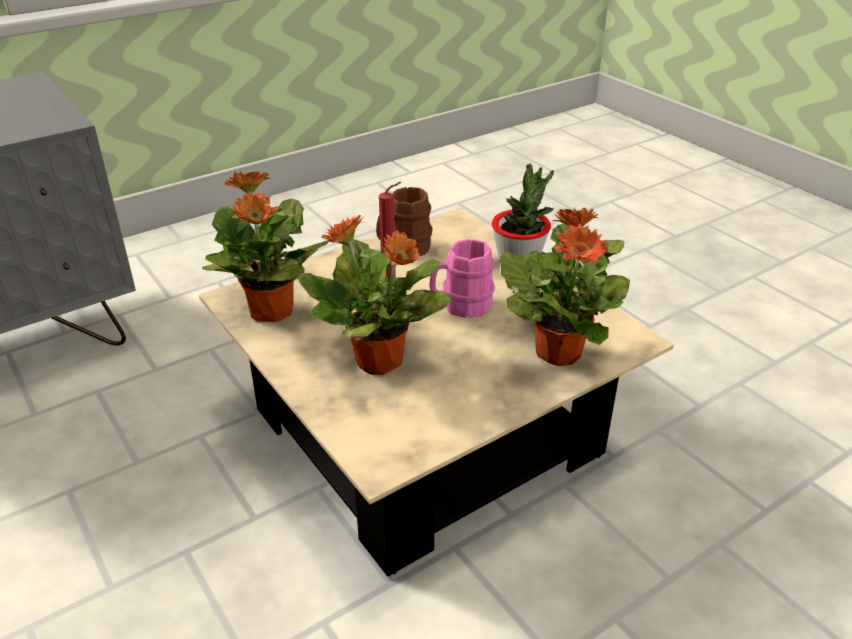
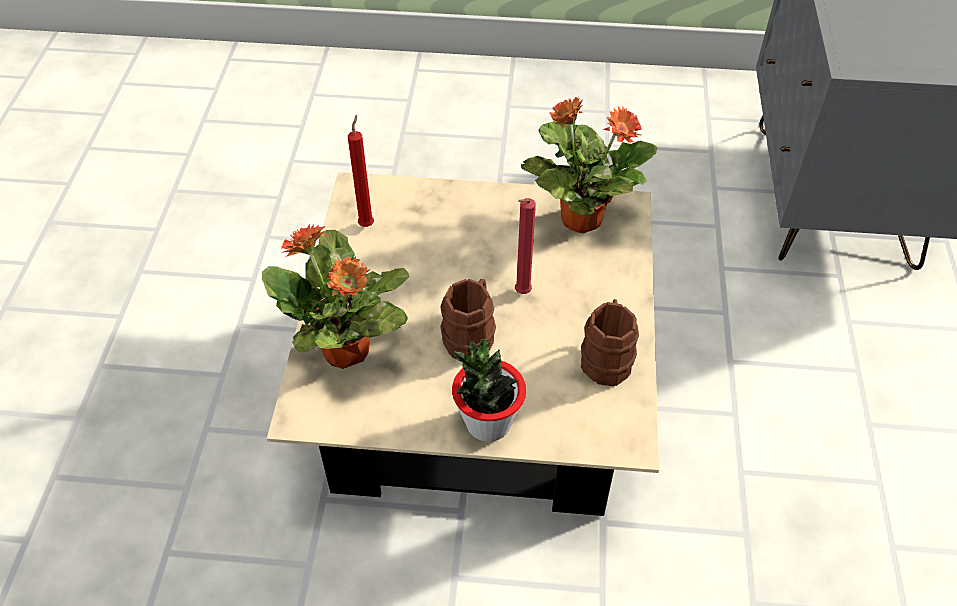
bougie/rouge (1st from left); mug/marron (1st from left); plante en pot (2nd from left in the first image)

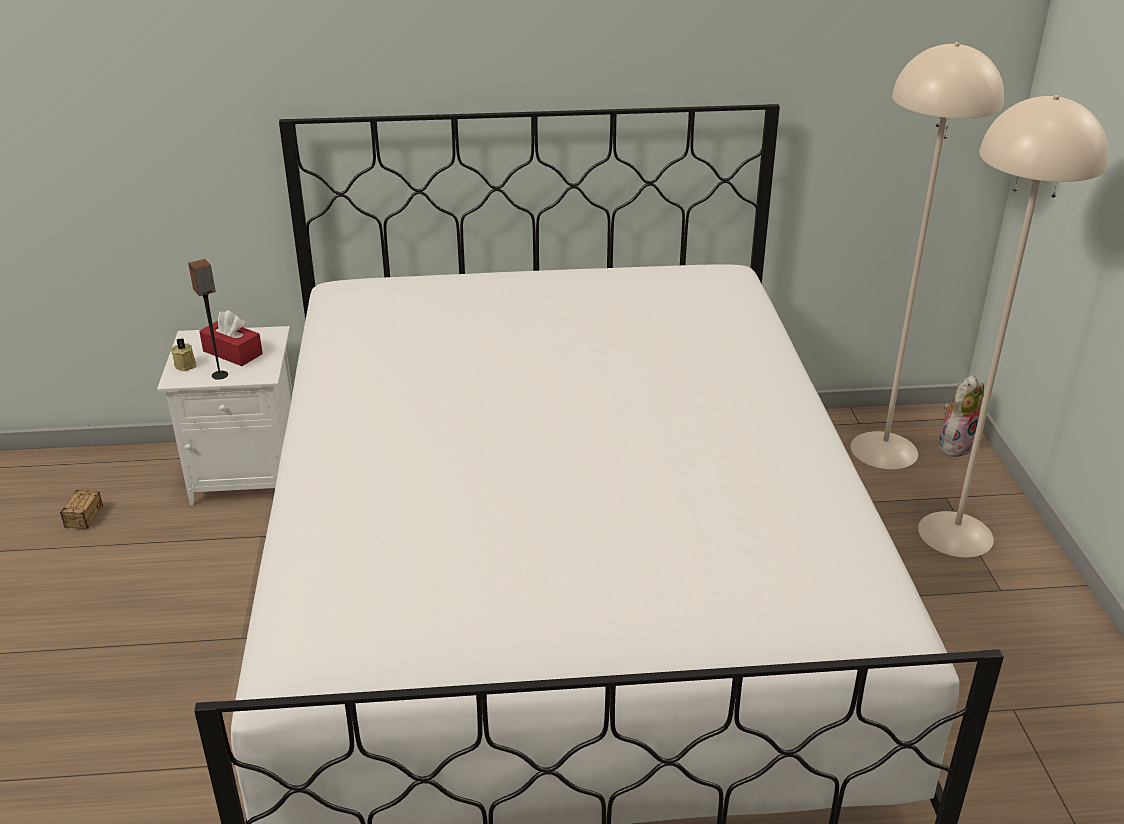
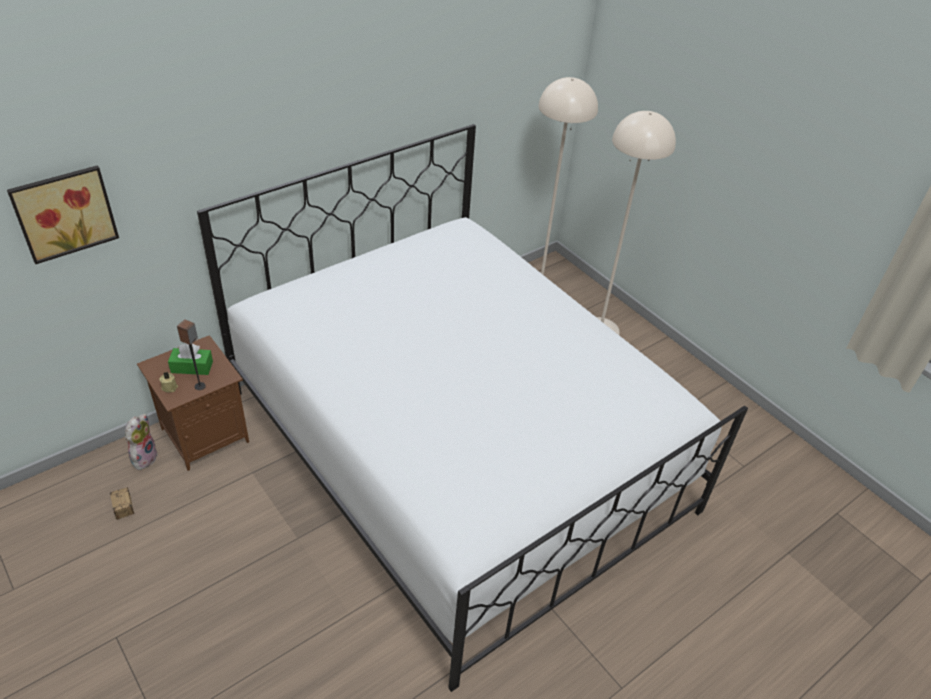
tableau; peluche; table de chevet/marron; boîte à mouchoirs/vert

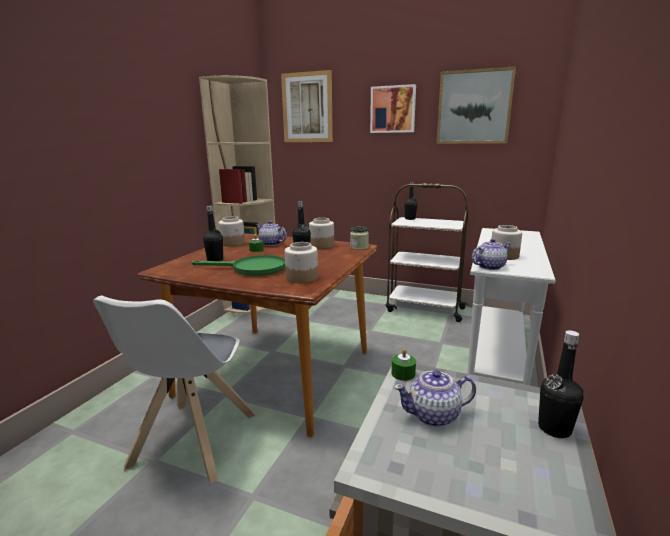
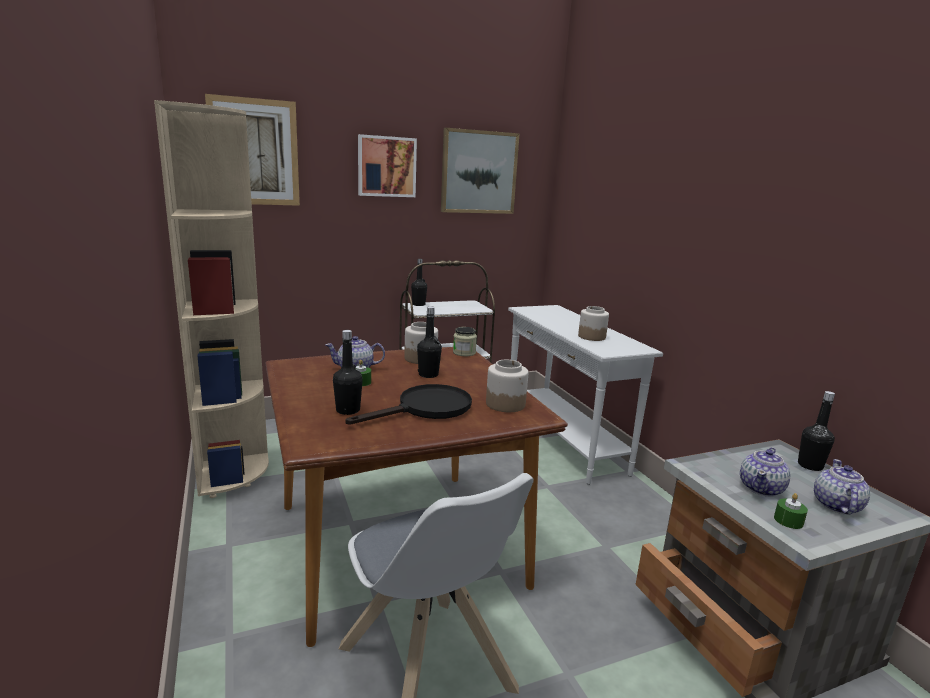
poêle/noir; bougie/vert (2nd from left); théière (3rd from left); bocal (1st from left in the first image)

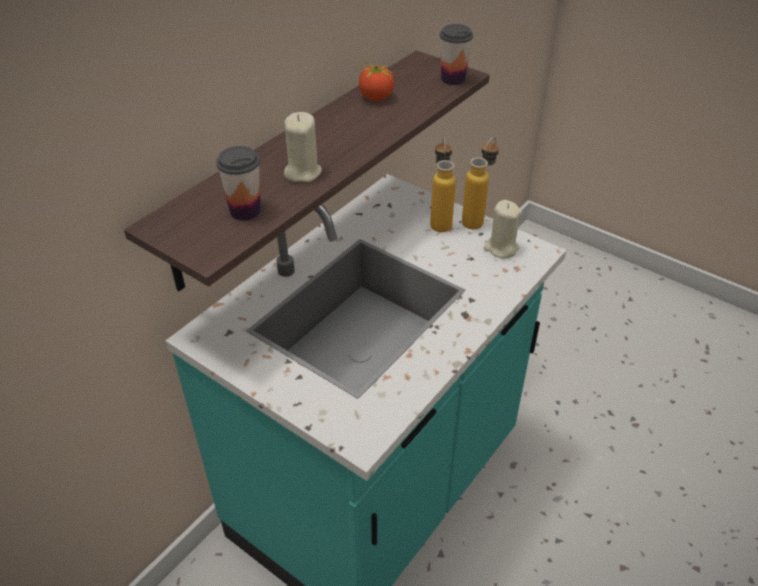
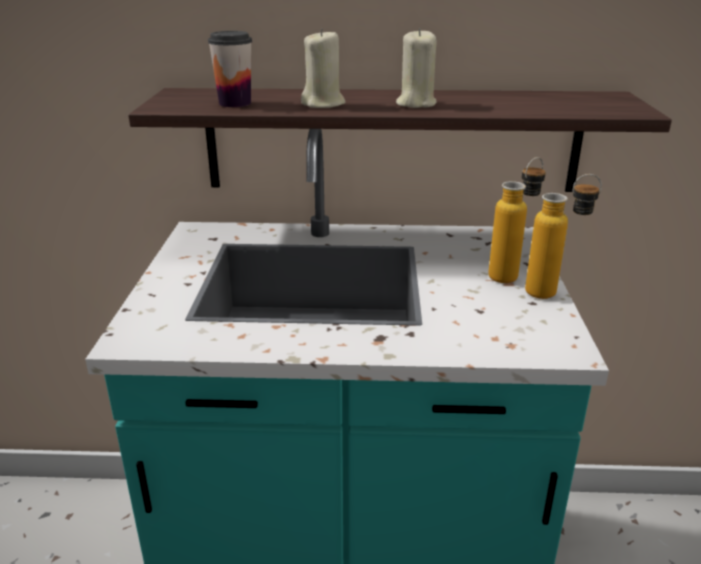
bougie/beige (2nd from left); tomate; tasse (2nd from left in the first image)

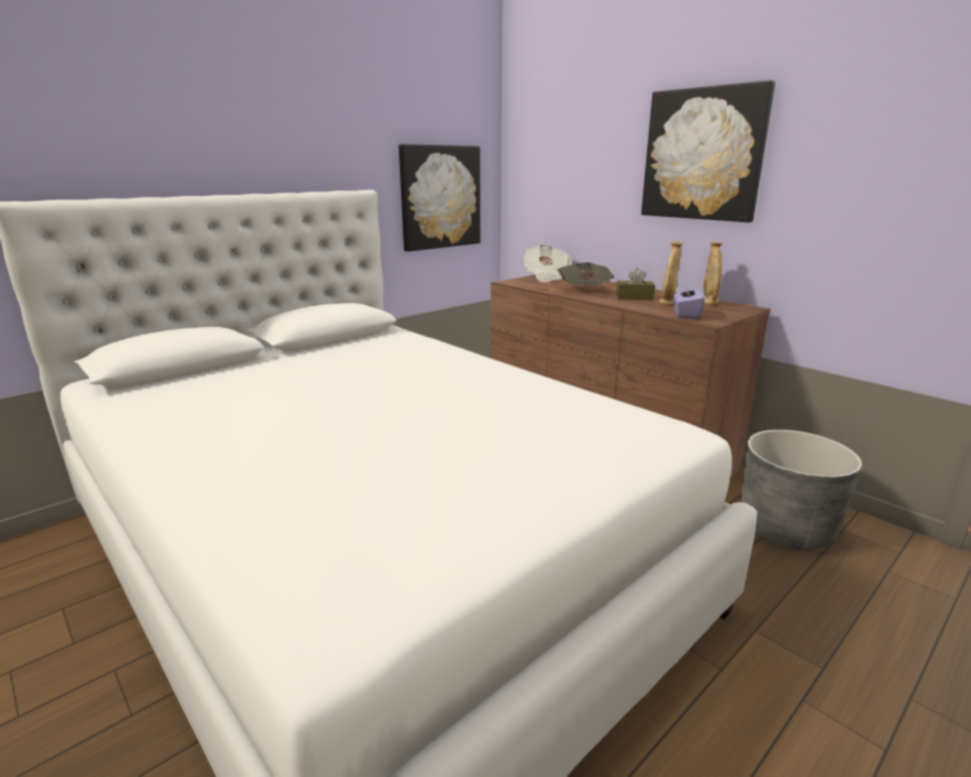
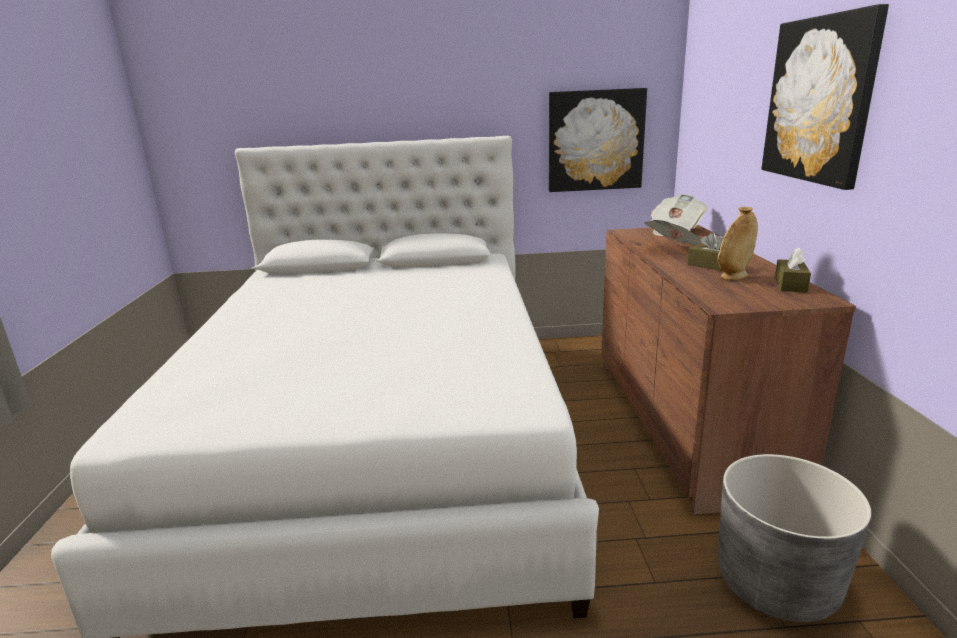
boîte à mouchoirs/marron (2nd from left); boîte à mouchoirs/violet

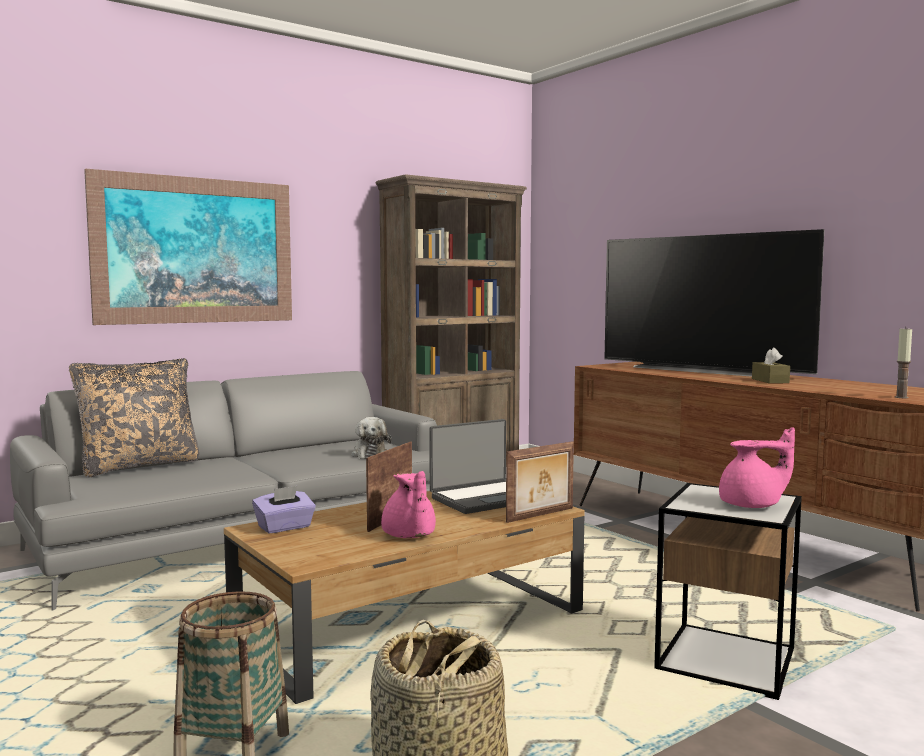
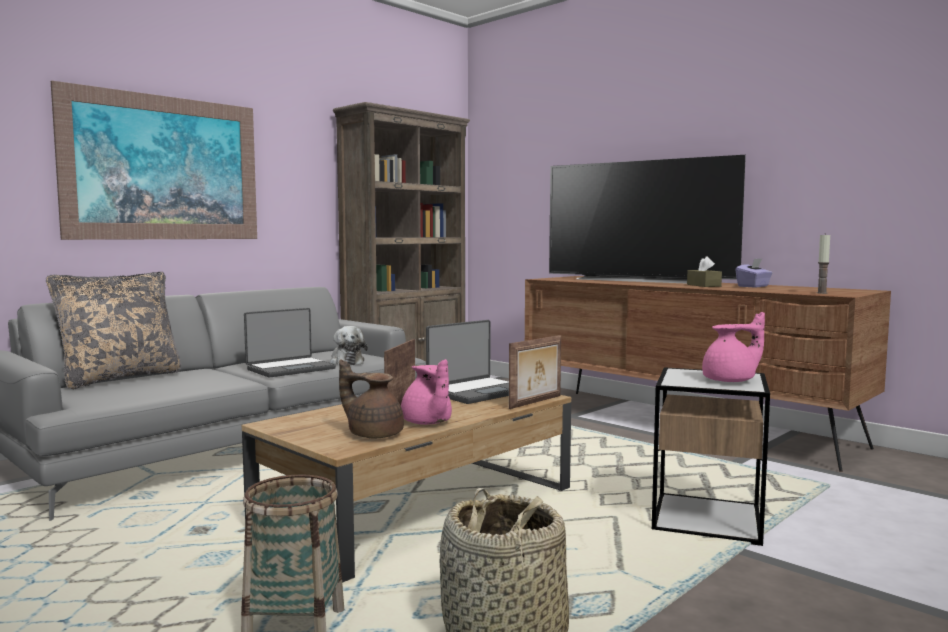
ordinateur portable (1st from left); théière/marron; boîte à mouchoirs/violet

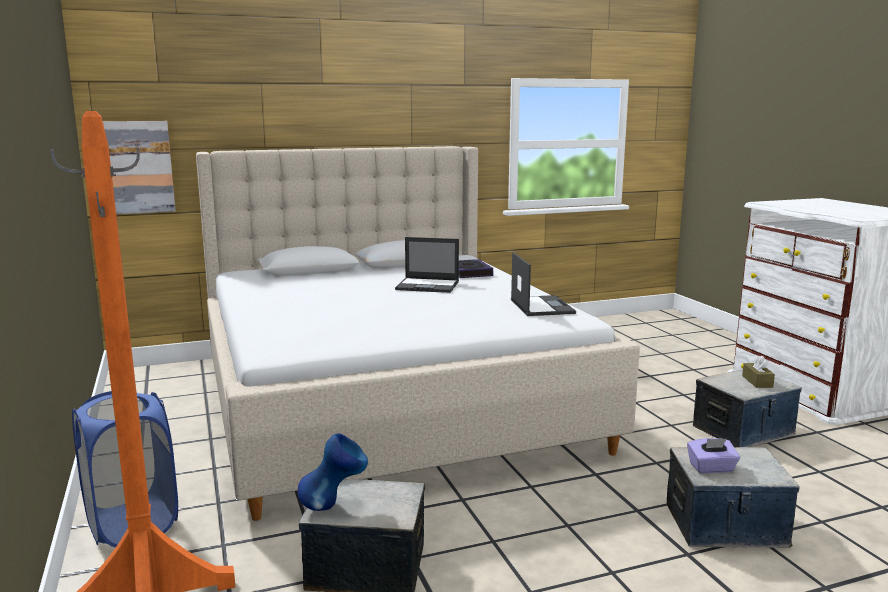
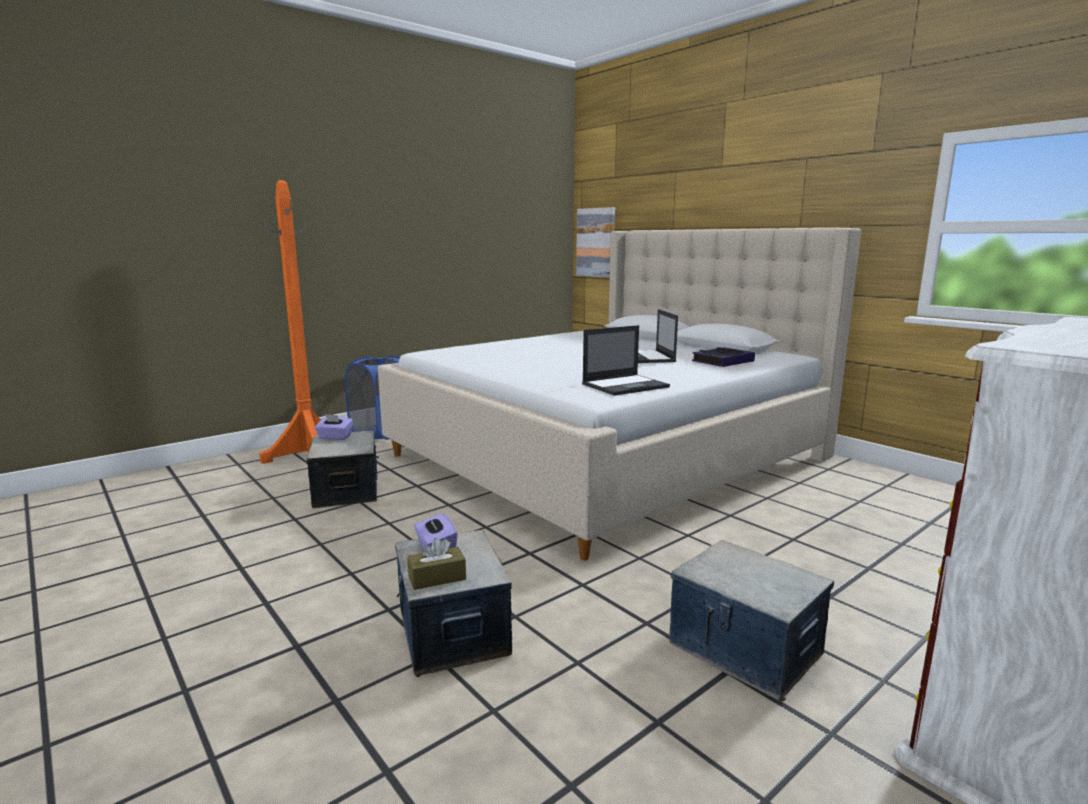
boîte à mouchoirs/violet (1st from left); boîte à mouchoirs/marron

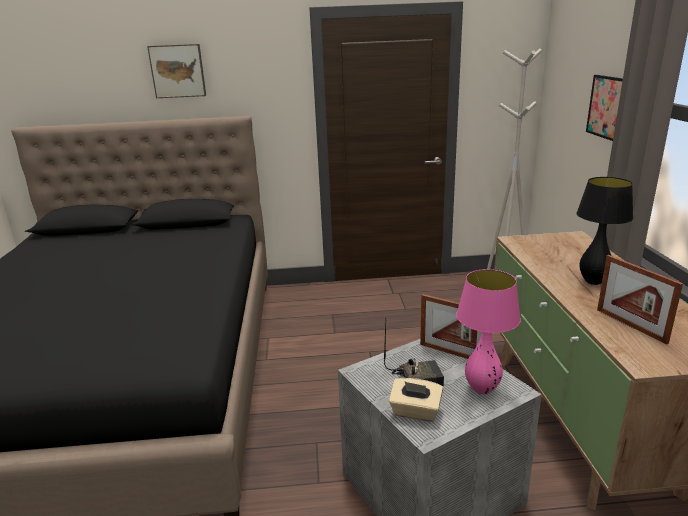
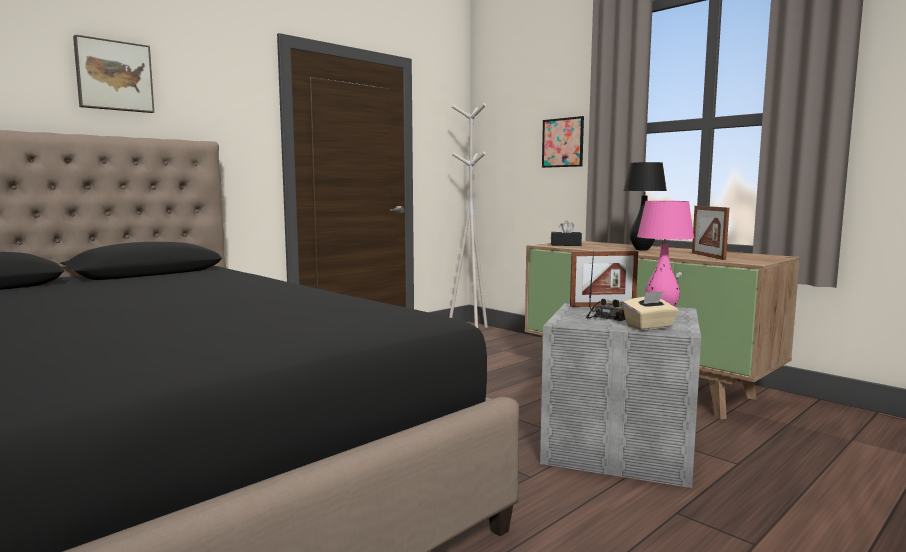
boîte à mouchoirs/noir; cadre photo (2nd from left)

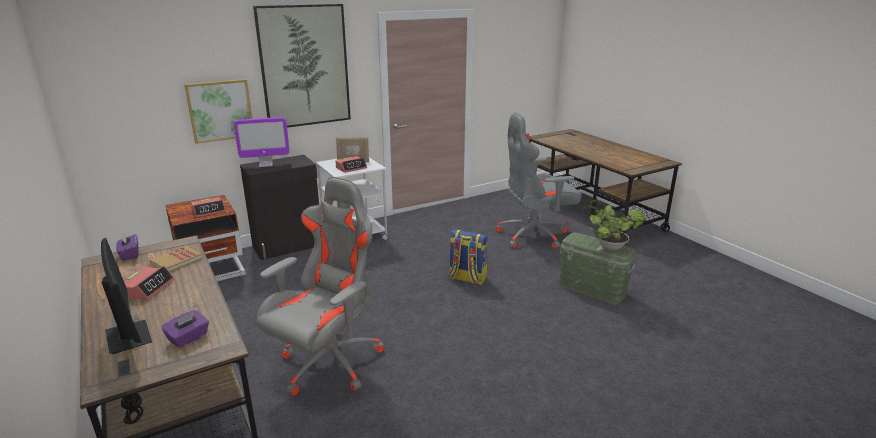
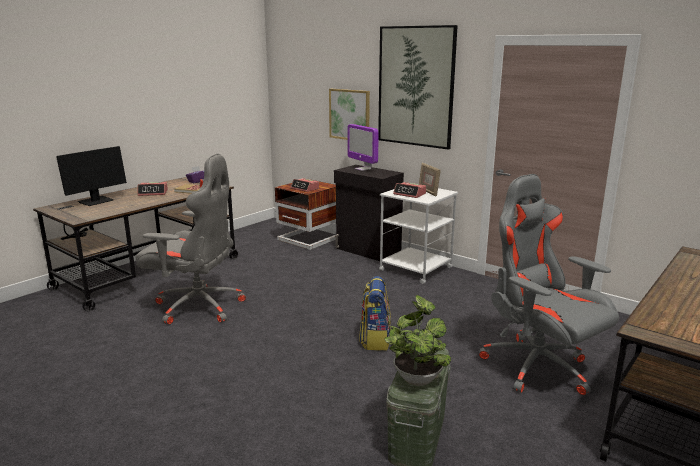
boîte à mouchoirs/violet (2nd from left in the first image)

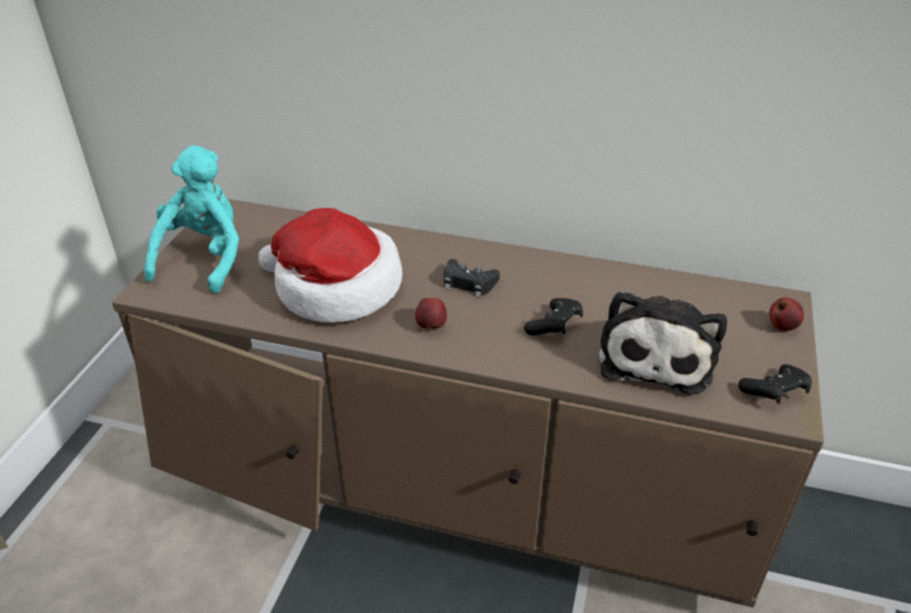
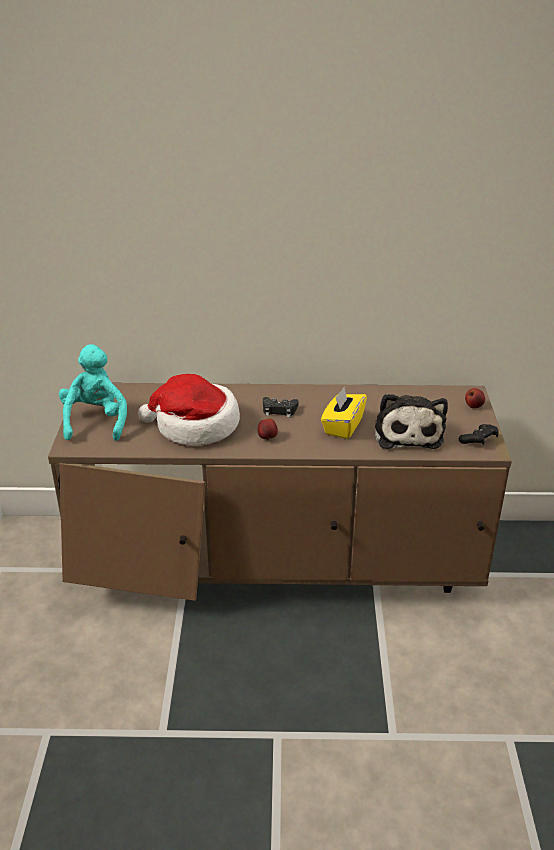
boîte à mouchoirs/jaune

